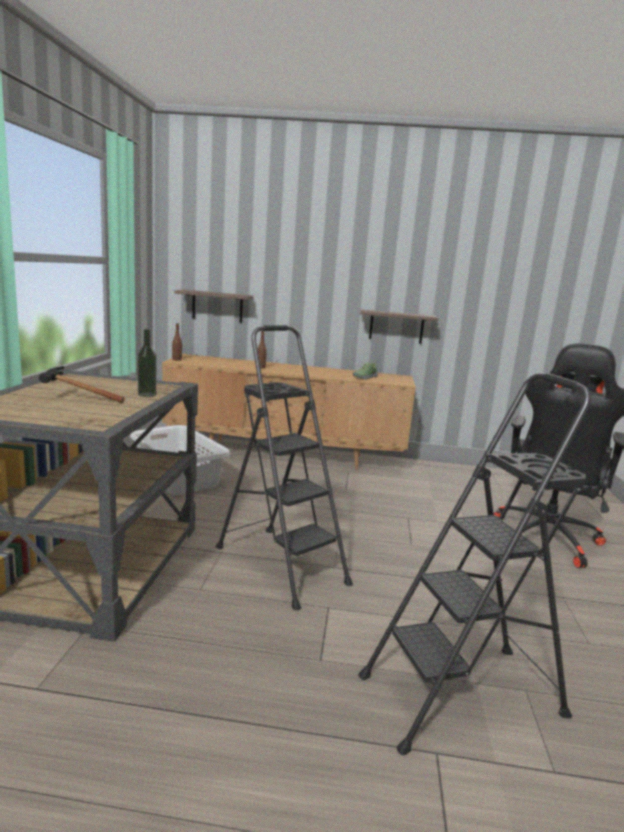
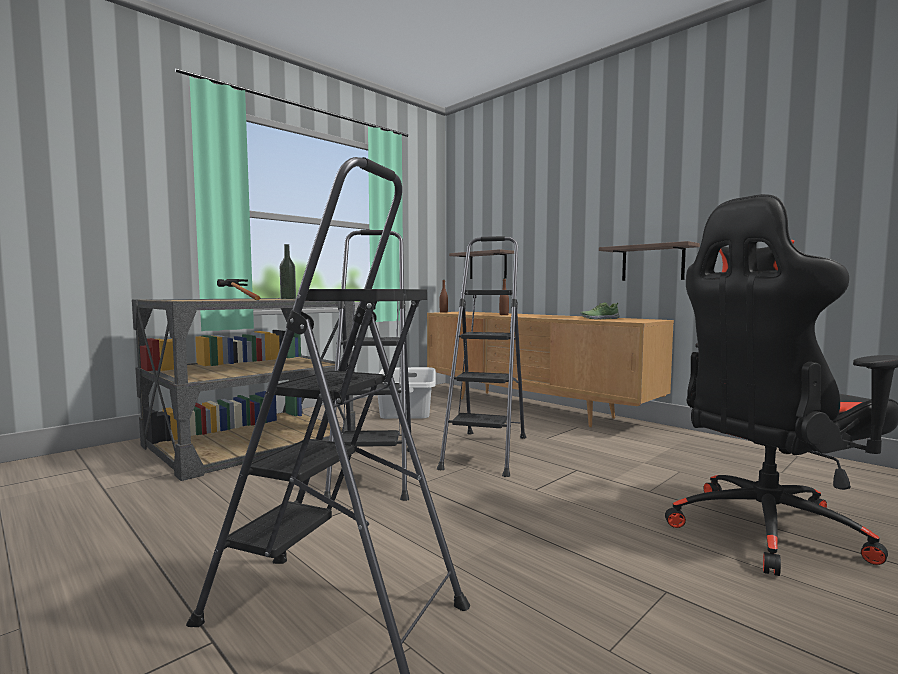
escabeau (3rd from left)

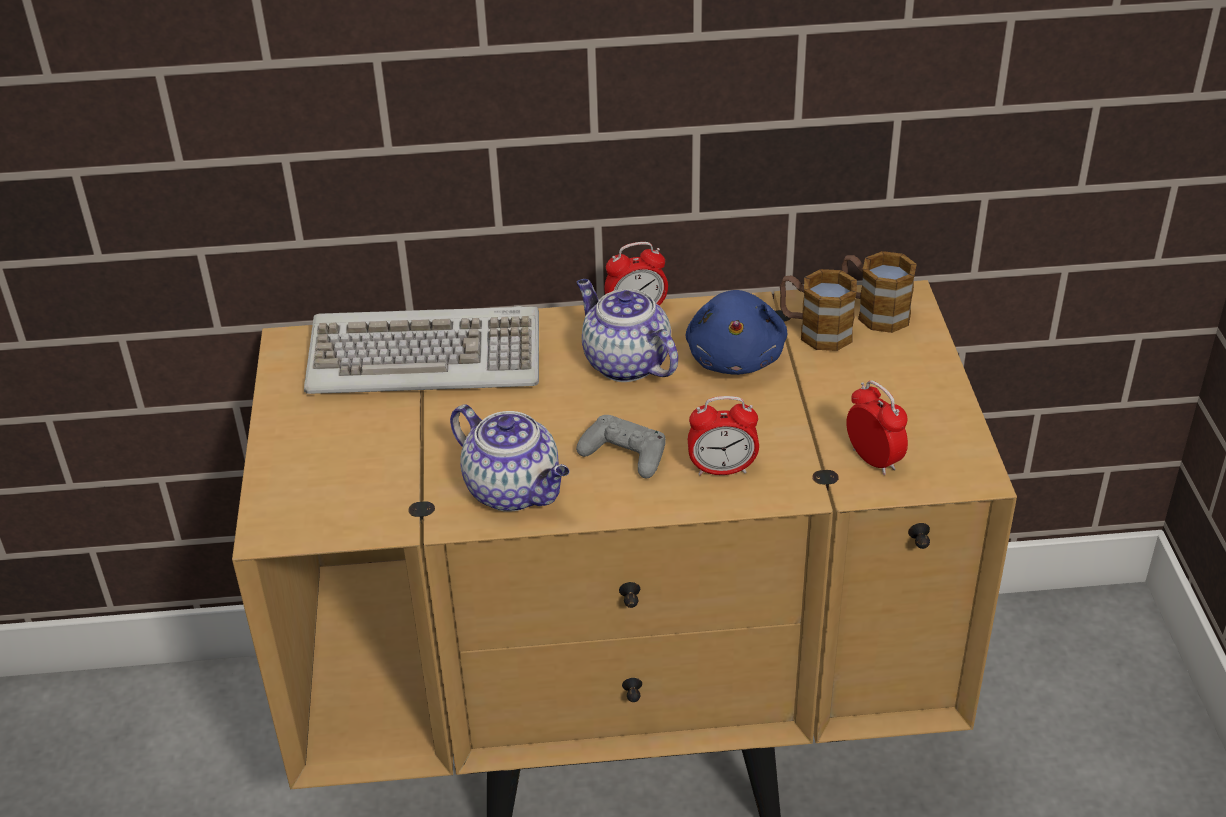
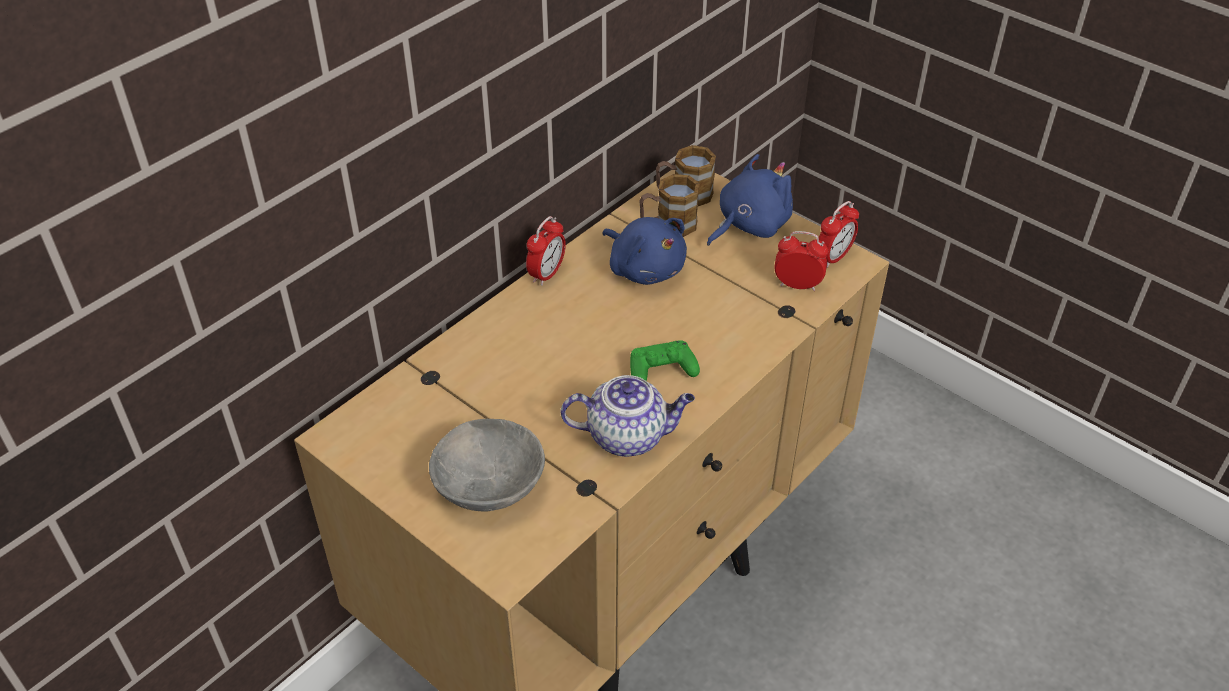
bol/gris; manette/vert; peluche/bleu (2nd from left); réveil (3rd from left); clavier; théière (2nd from left in the first image)

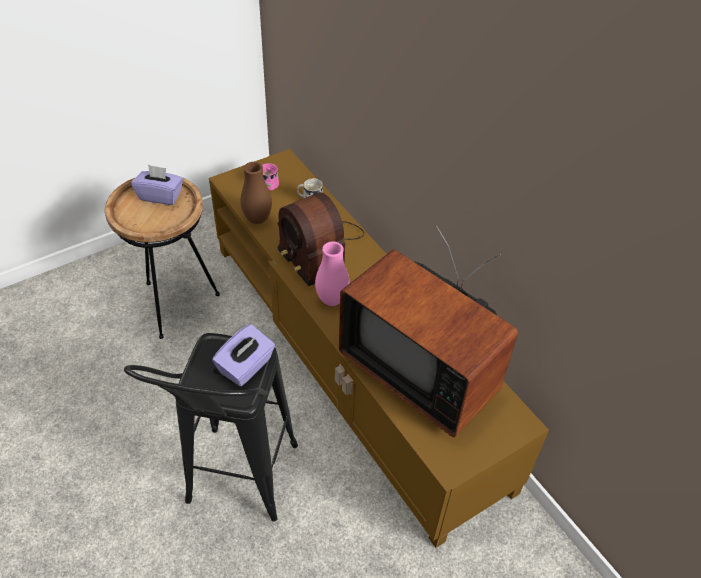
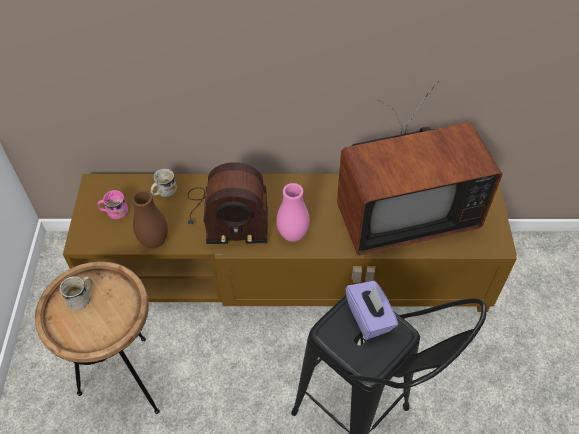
mug/blanc (1st from left)

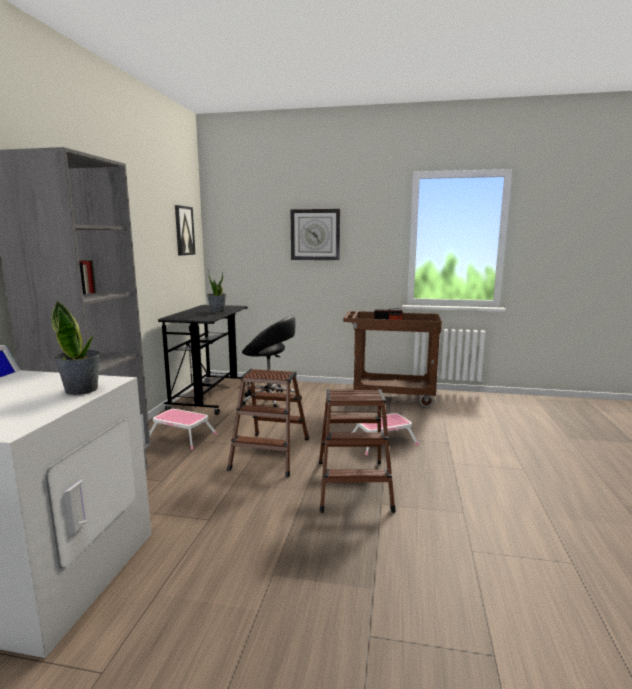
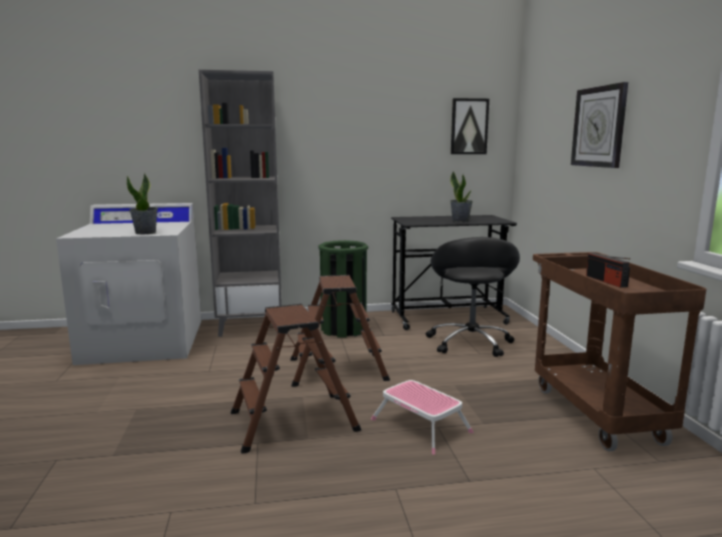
poubelle/vert

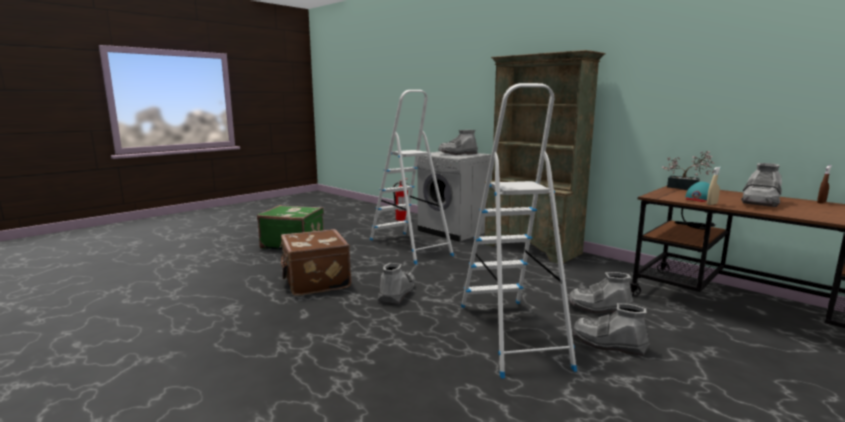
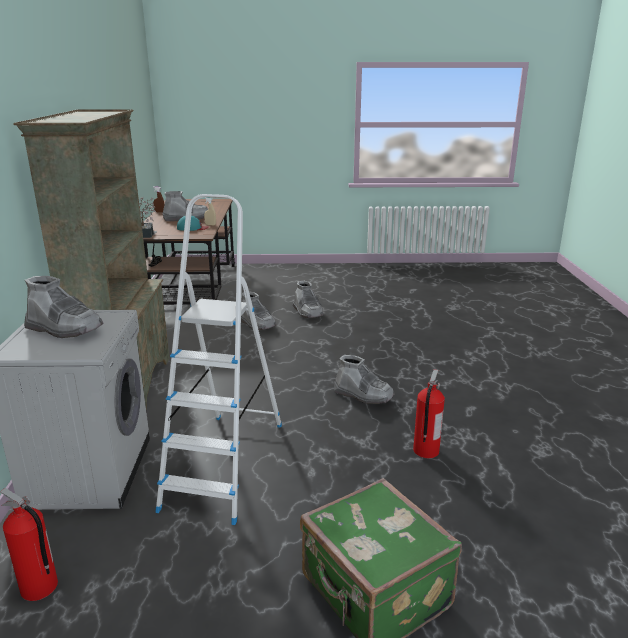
botte/gris (5th from left); extincteur (2nd from left); escabeau/blanc (2nd from left in the first image)

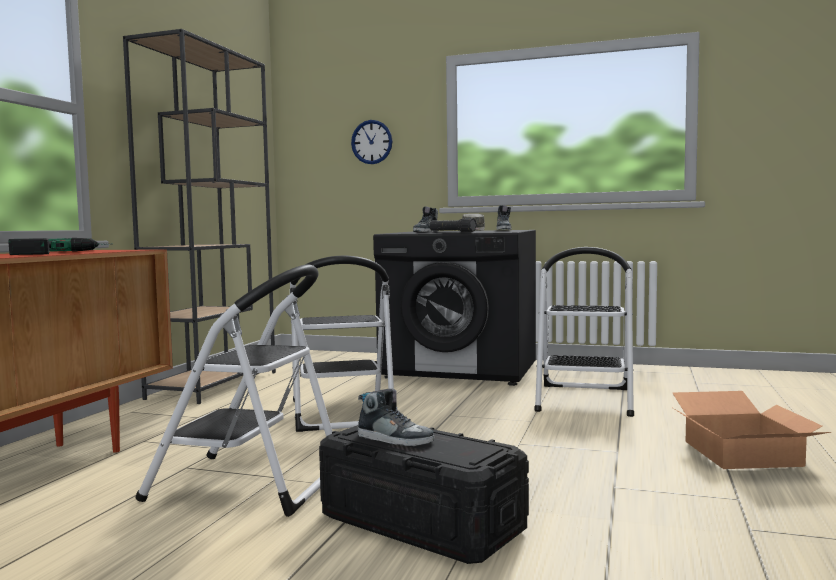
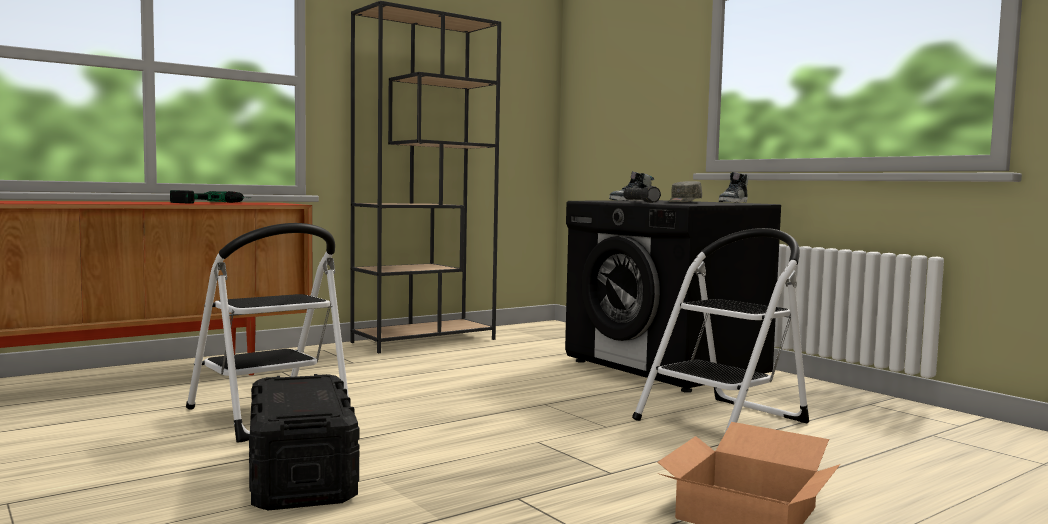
escabeau (2nd from left in the first image); horloge murale; chaussure (1st from left in the first image)

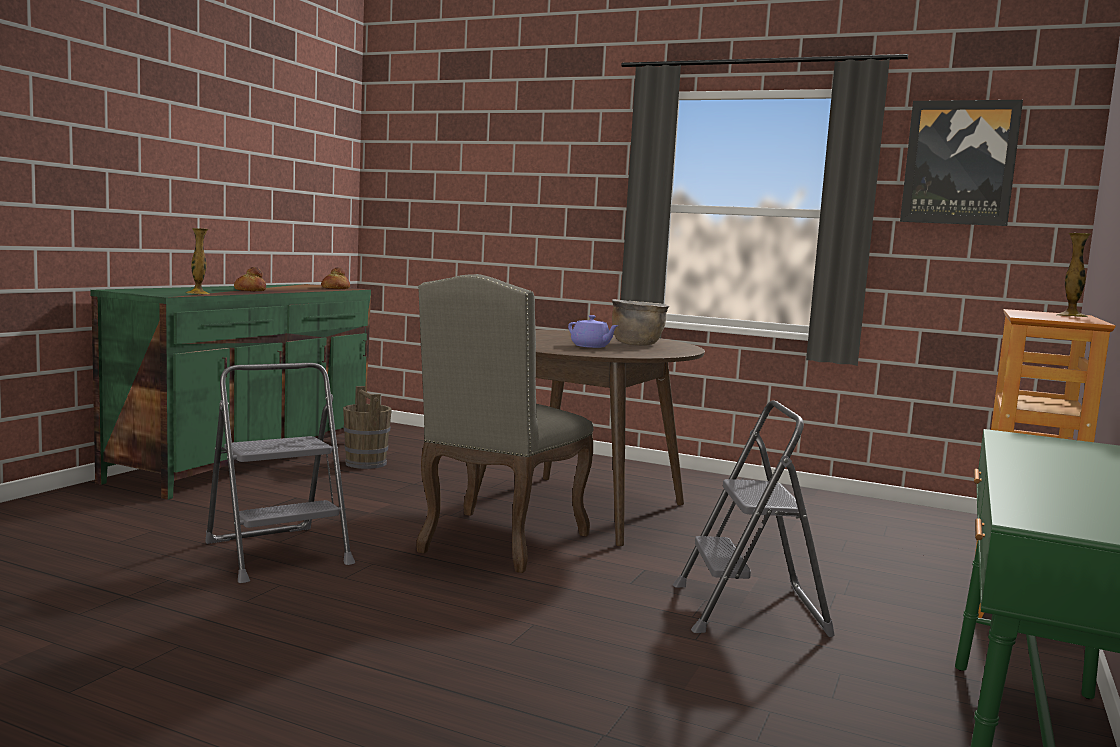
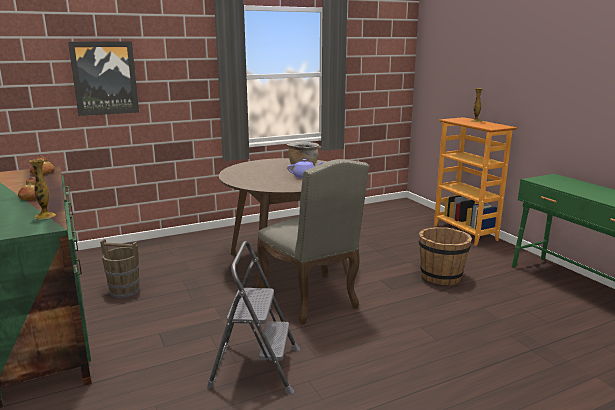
tableau; seau/marron (2nd from left)

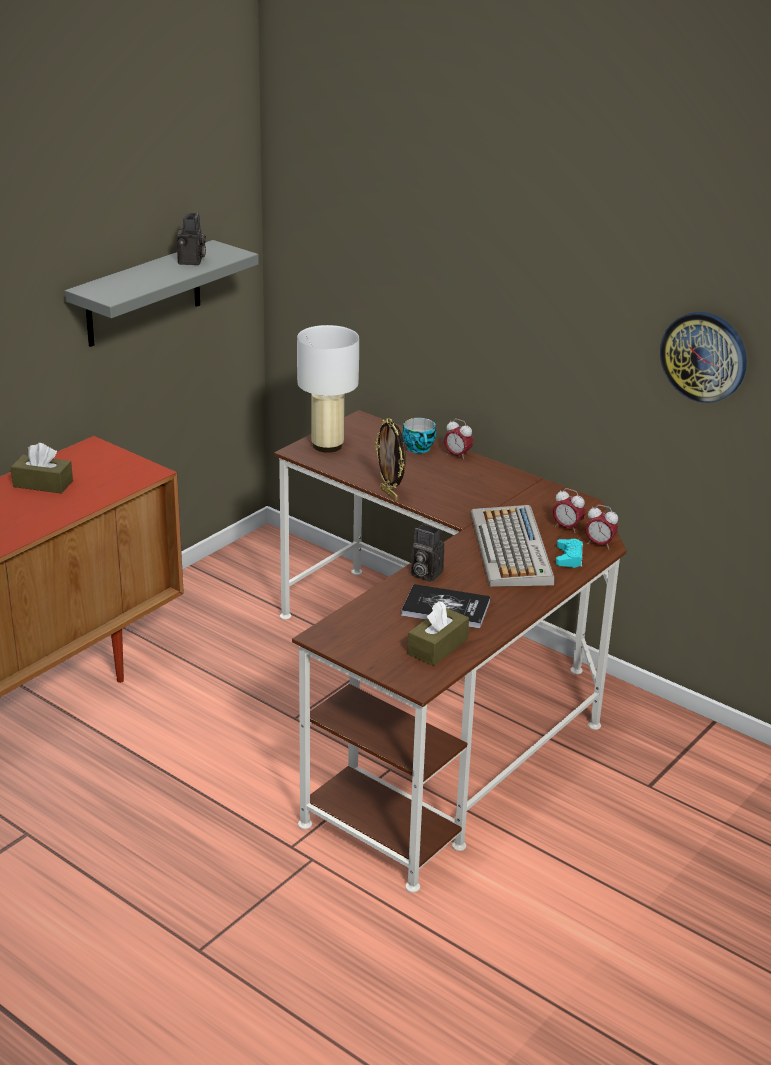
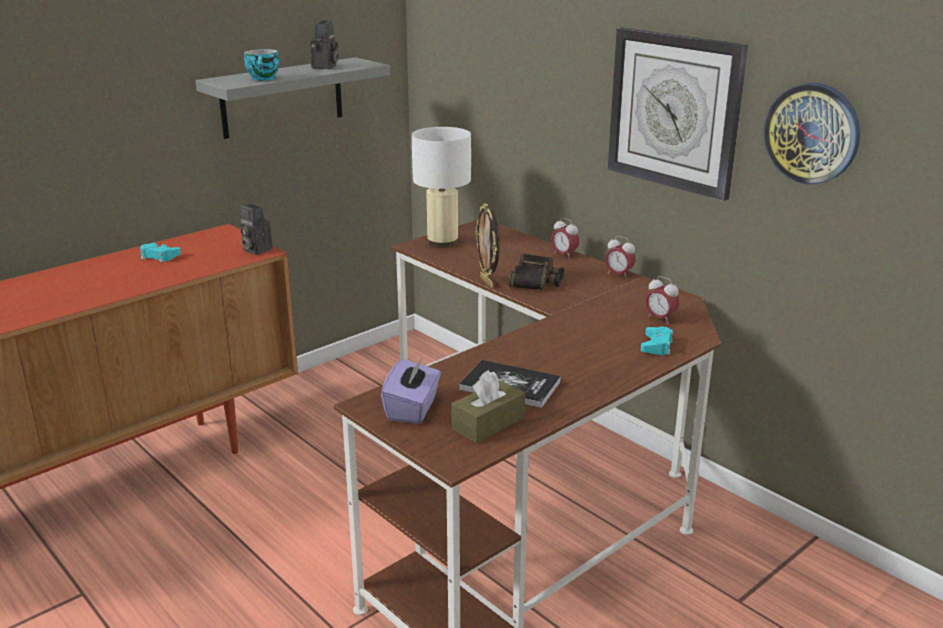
manette/turquoise (1st from left); appareil photo (1st from left); tasse; boîte à mouchoirs/violet; jumelles; réveil (2nd from left); horloge murale (1st from left); clavier

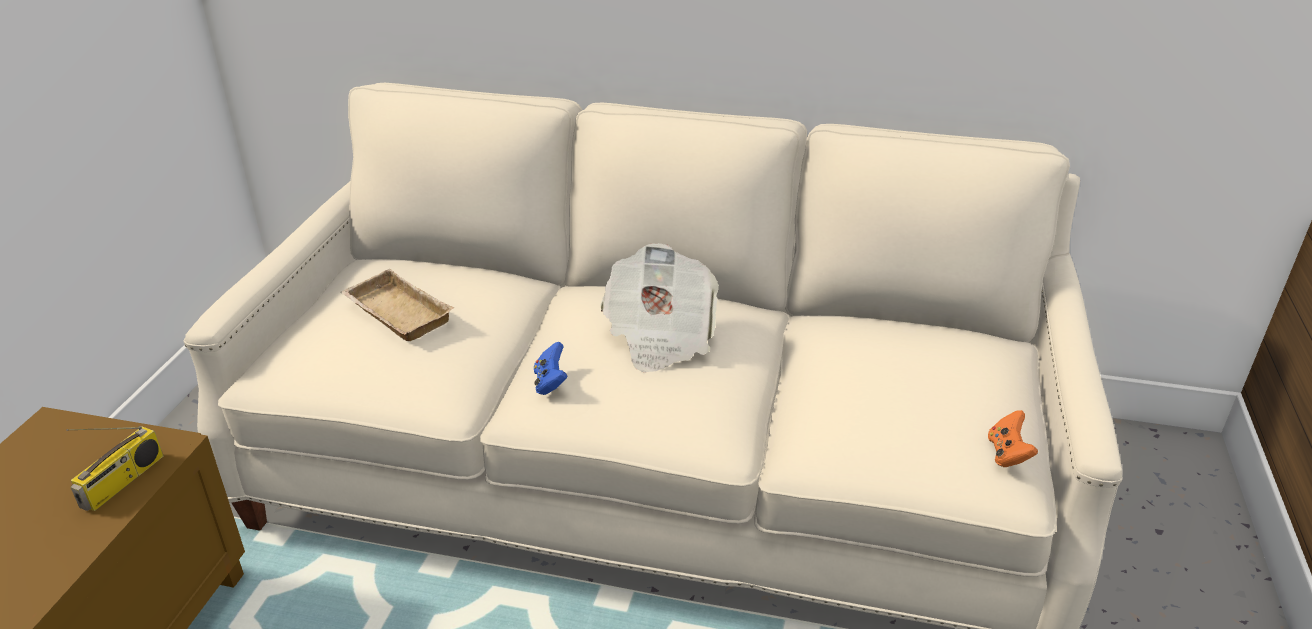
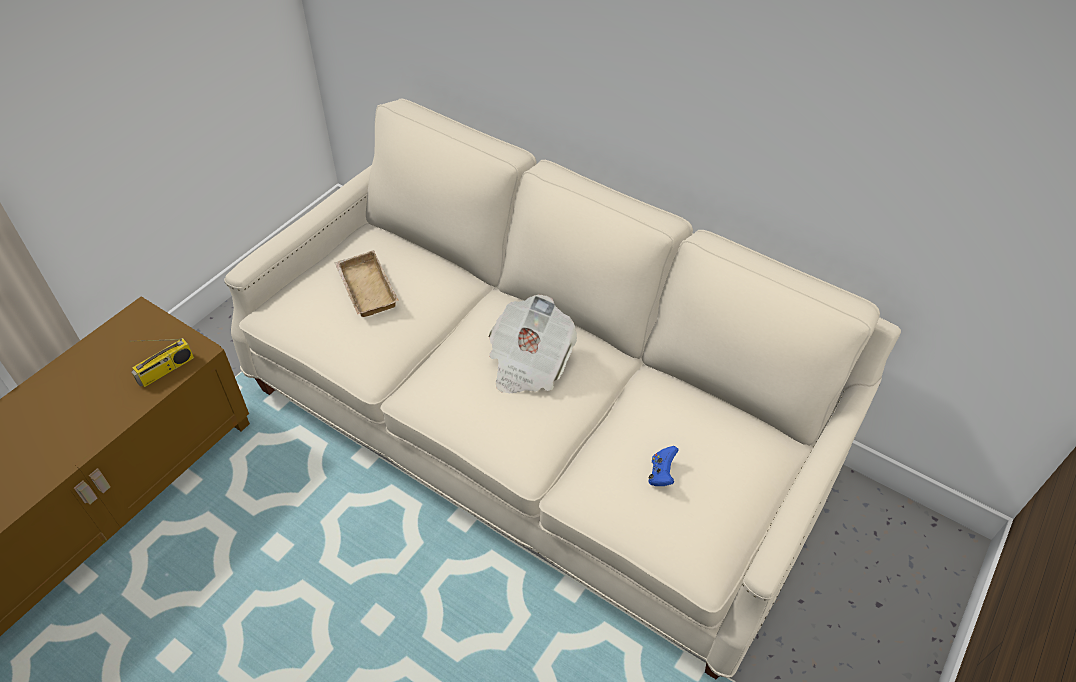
manette/bleu; manette/orange

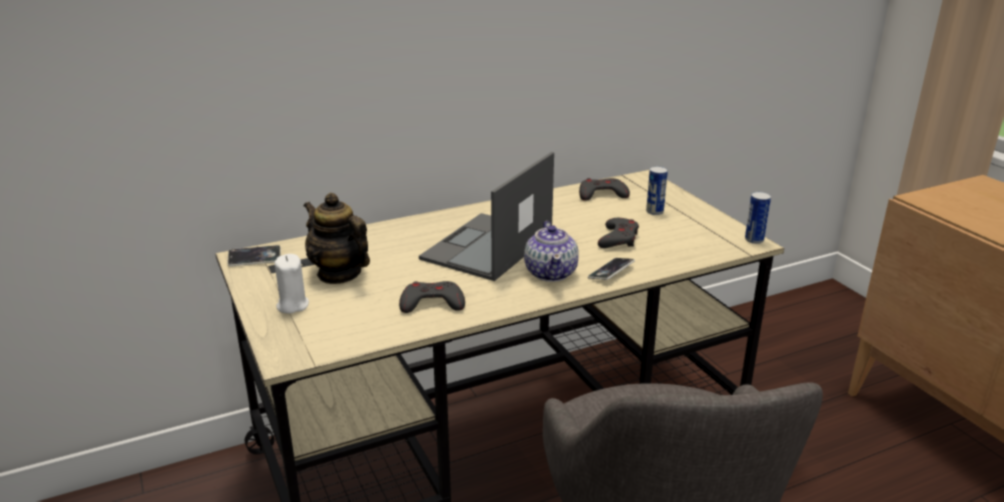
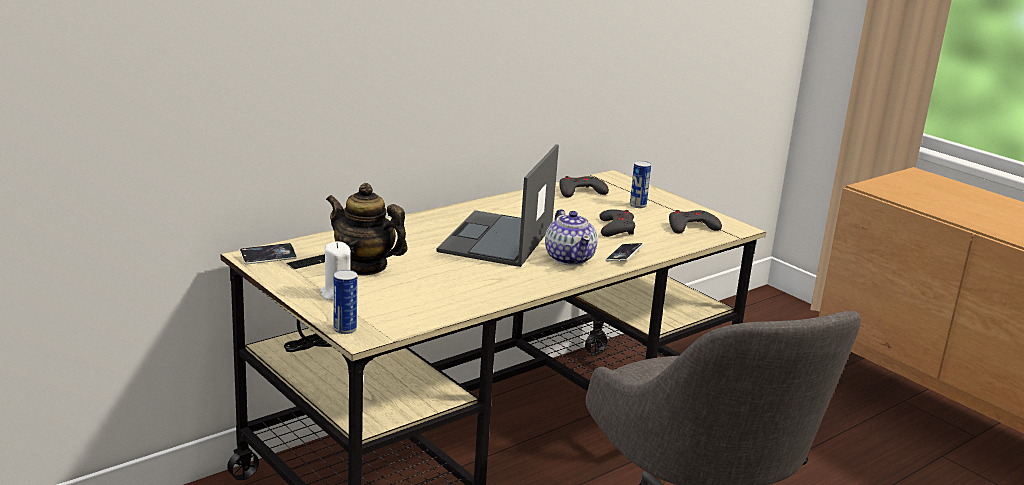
boîte métallique (1st from left); manette/gris (3rd from left)

